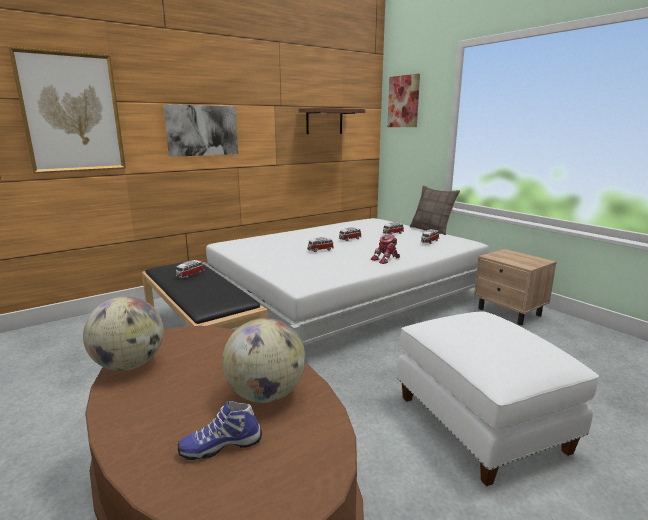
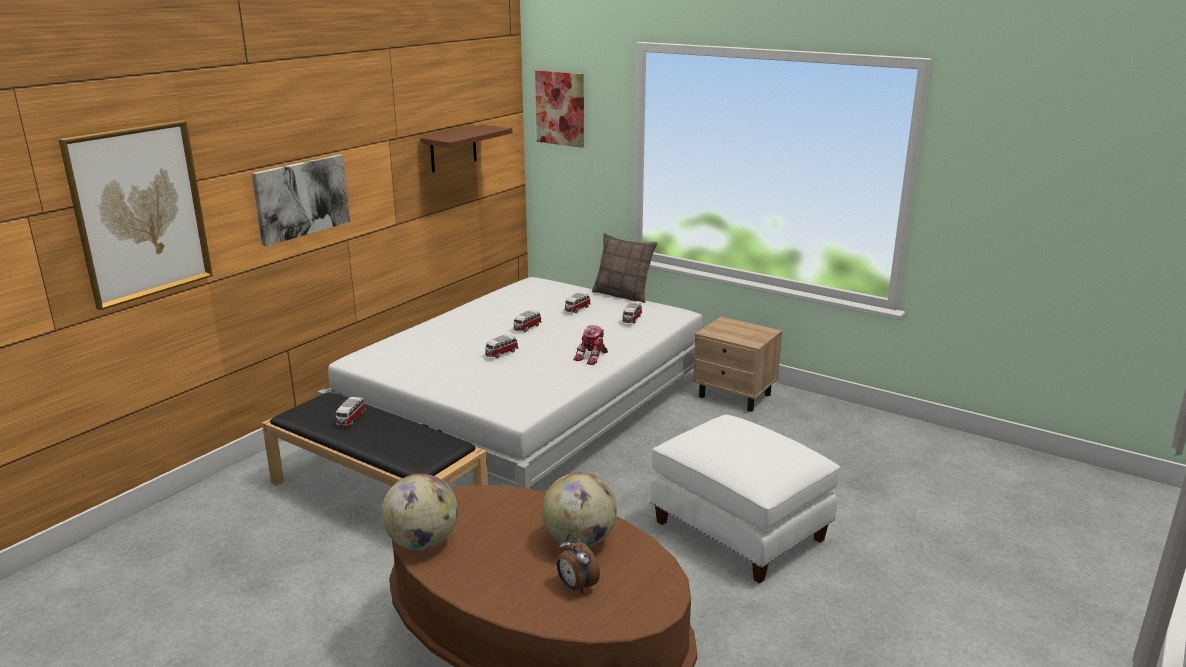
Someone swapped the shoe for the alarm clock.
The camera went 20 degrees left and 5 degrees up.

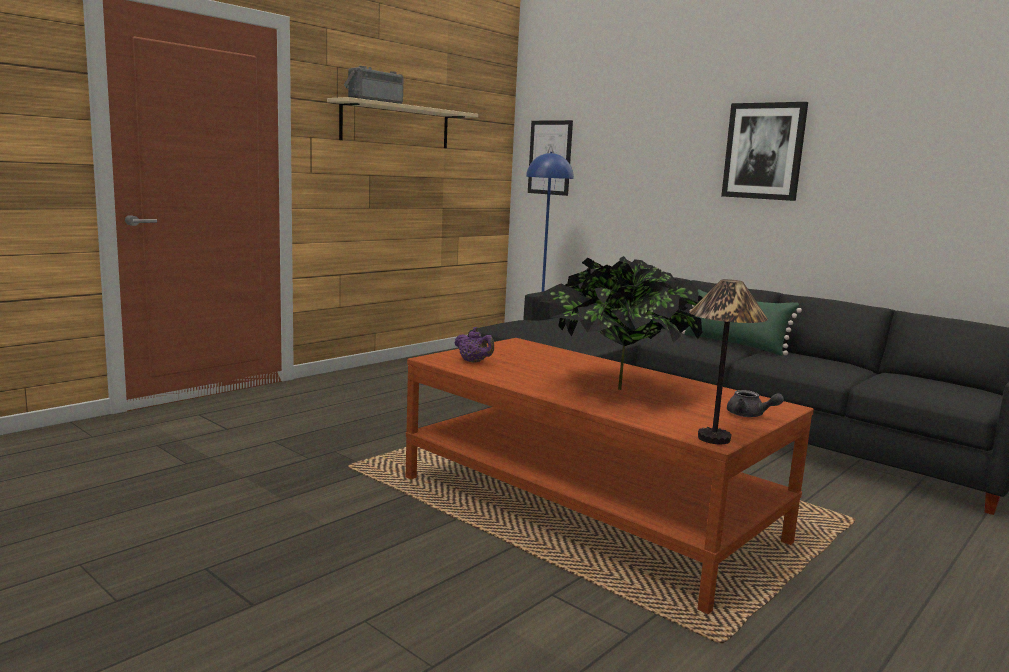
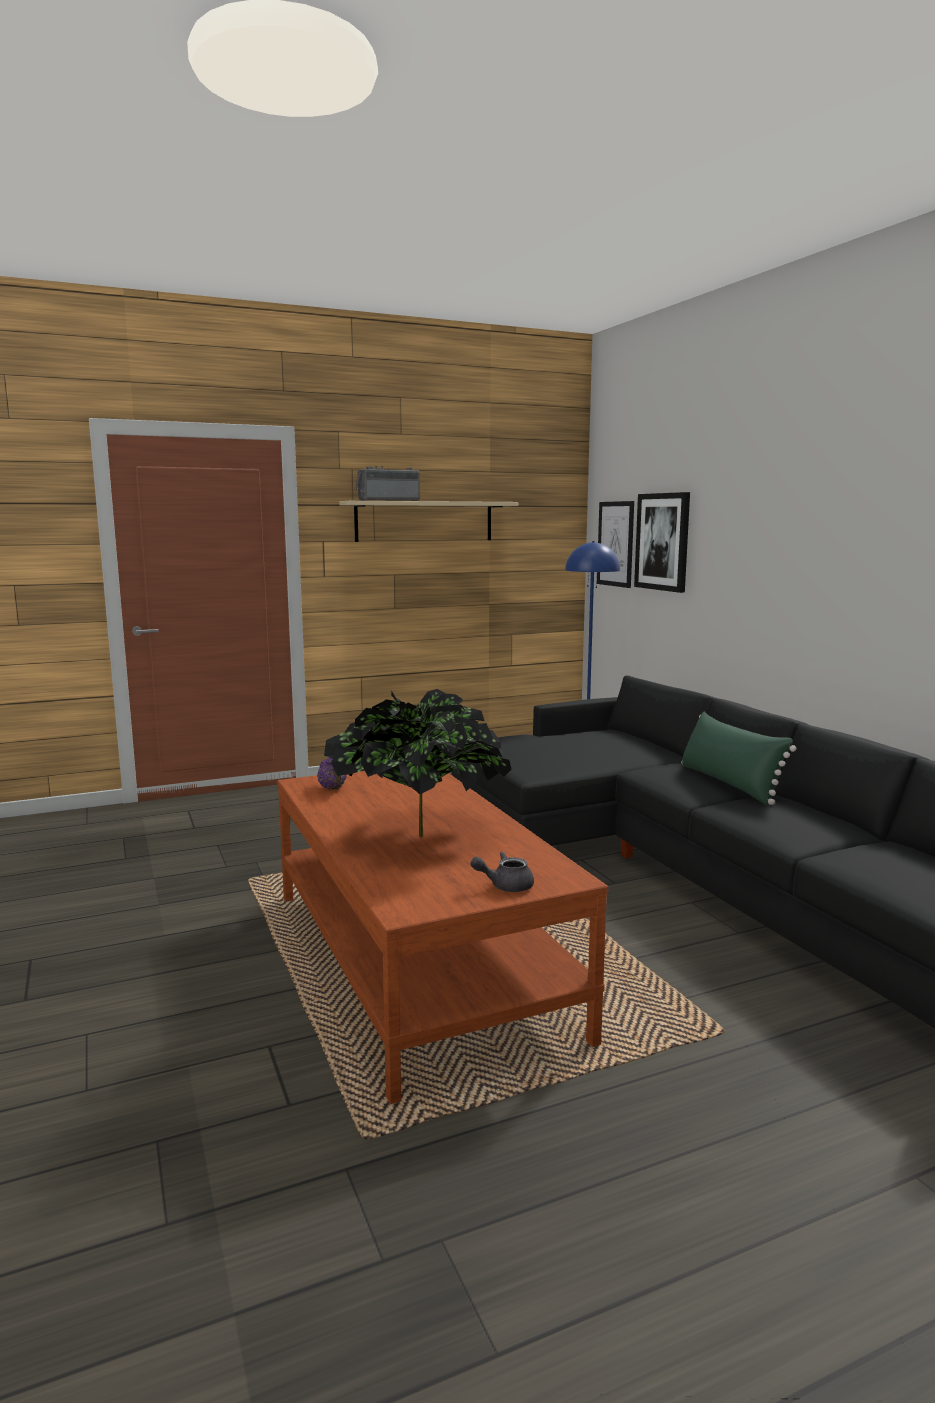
Someone took away the table lamp.
Someone carried the picture (2nd from left).
Someone rotated the grey teapot by 105 degrees clockwise.
The camera went 25 degrees right and 0 degrees up.

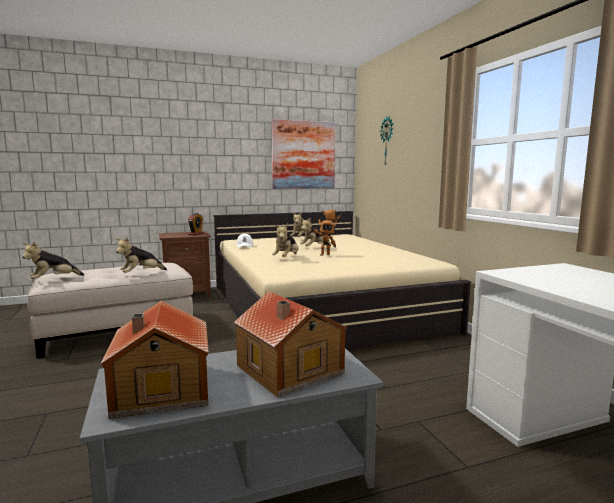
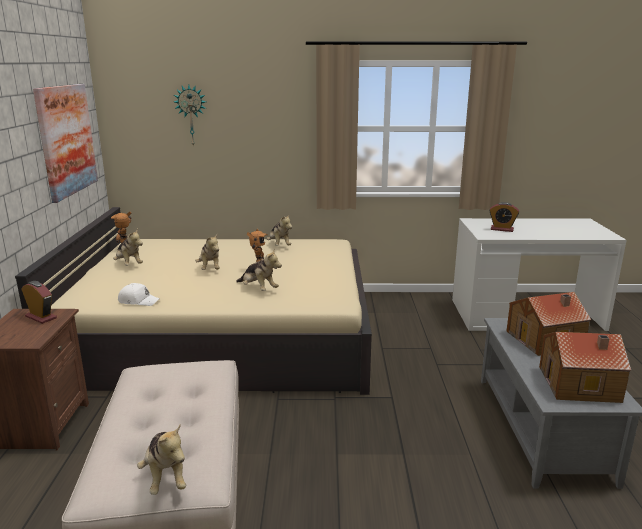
Someone put down the alarm clock (2nd from left).
Someone carried the plush toy (2nd from left in the first image).
The camera went 70 degrees left and 10 degrees up.

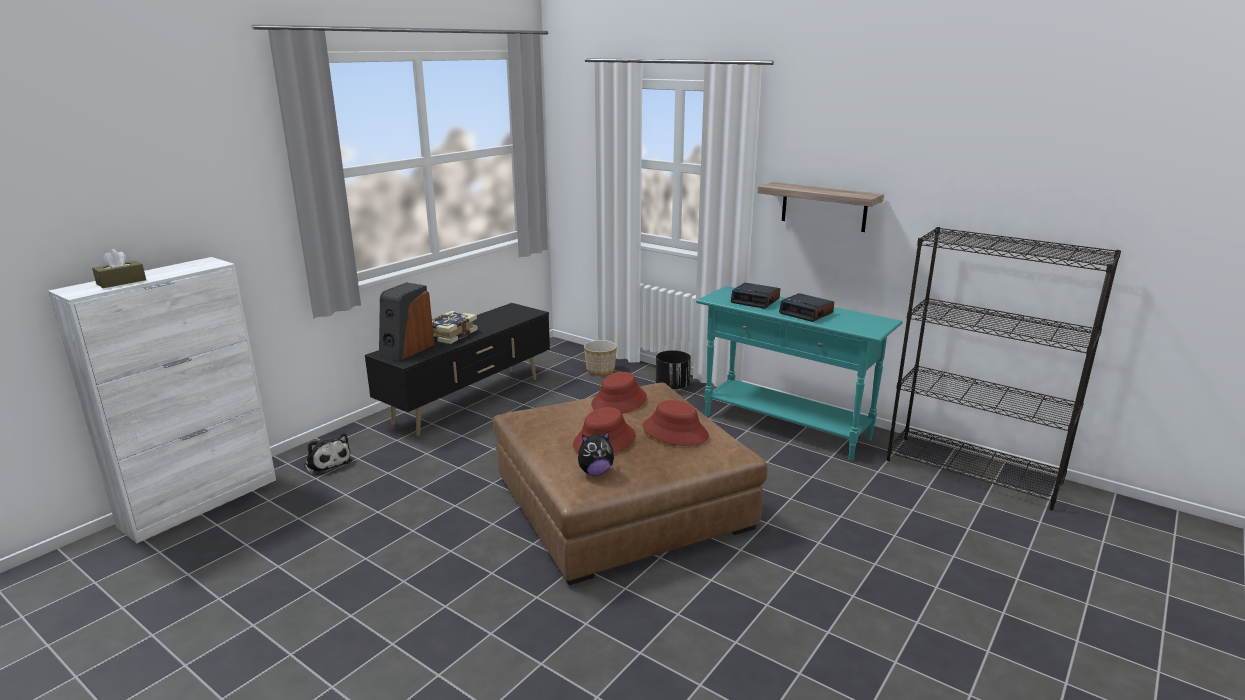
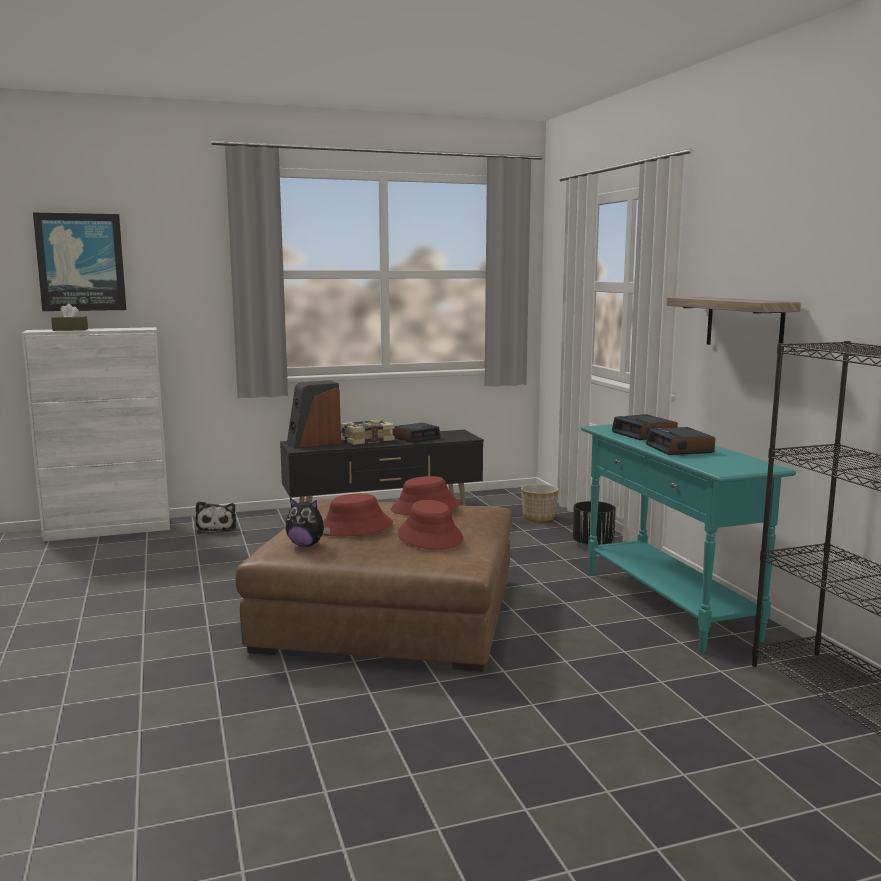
Someone put up the picture.
Someone put down the alarm clock (1st from left).
The camera went 35 degrees right and 10 degrees down.

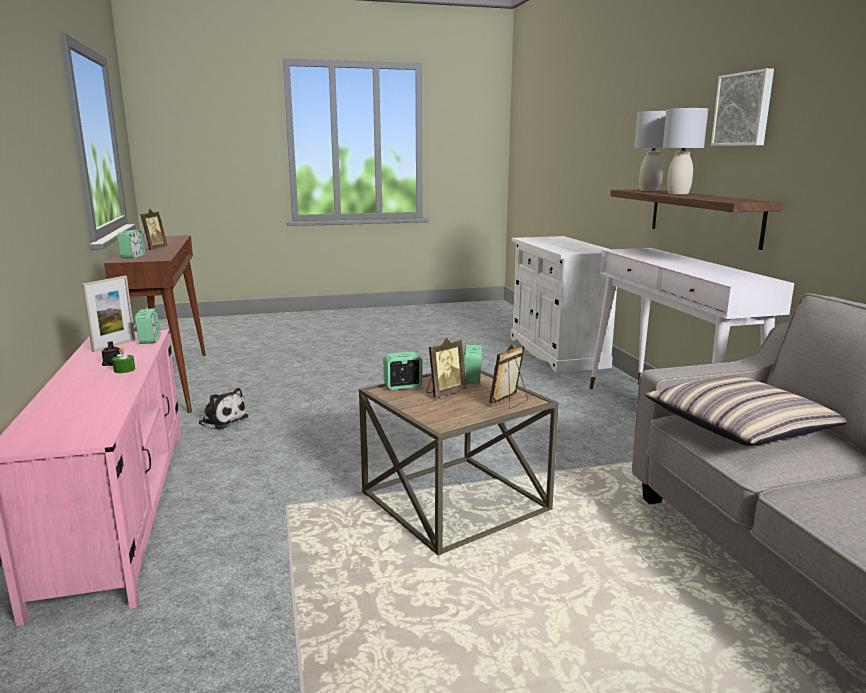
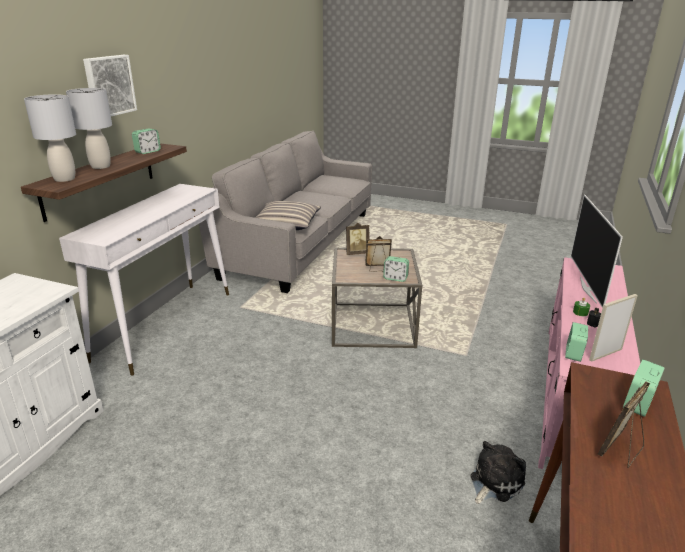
Someone put down the television.
Someone carried the alarm clock (4th from left in the first image).
Someone rotated the plush toy by 75 degrees clockwise.
The camera went 145 degrees left and 10 degrees up.

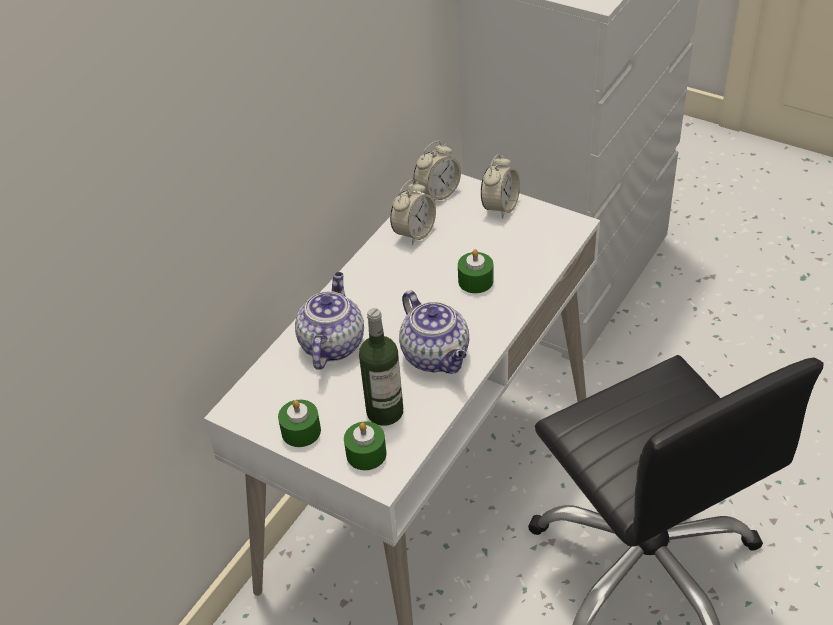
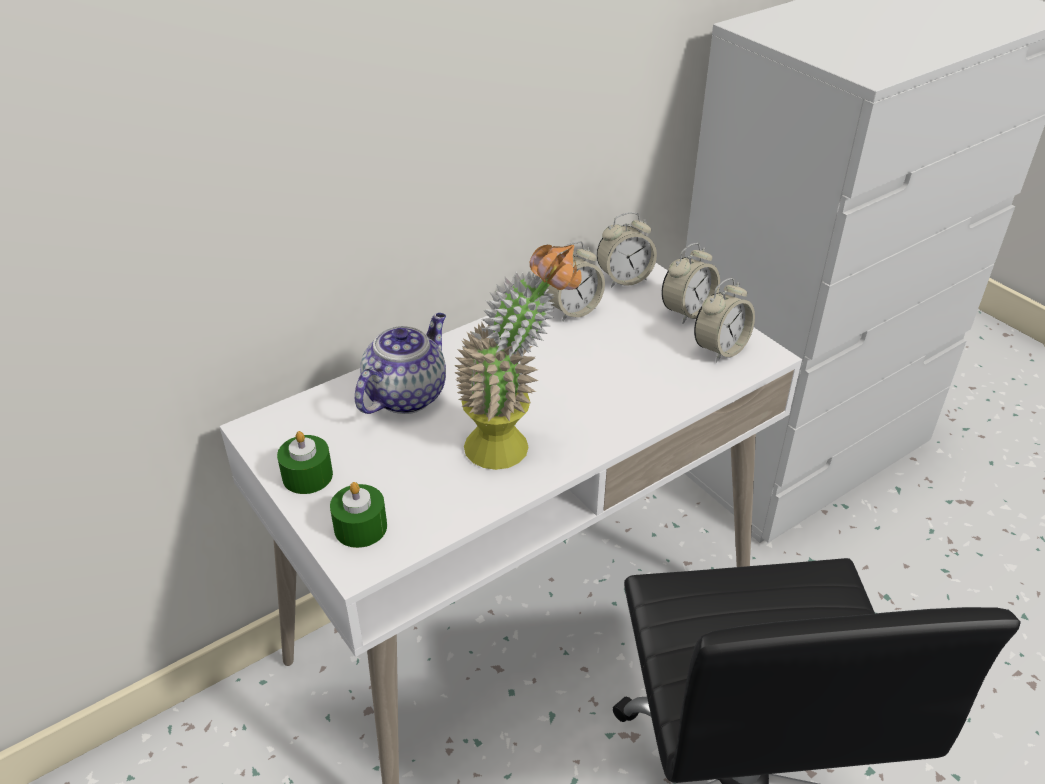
Someone took away the bottle.
Someone took away the green candle (3rd from left).
Someone put down the alarm clock (4th from left).
Someone swapped the teapot (2nd from left) for the potted plant.
The camera went 20 degrees right and 5 degrees down.

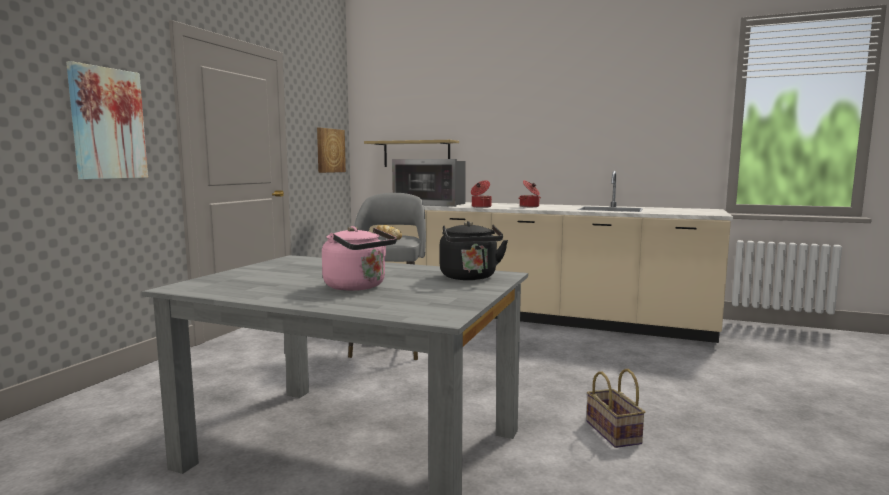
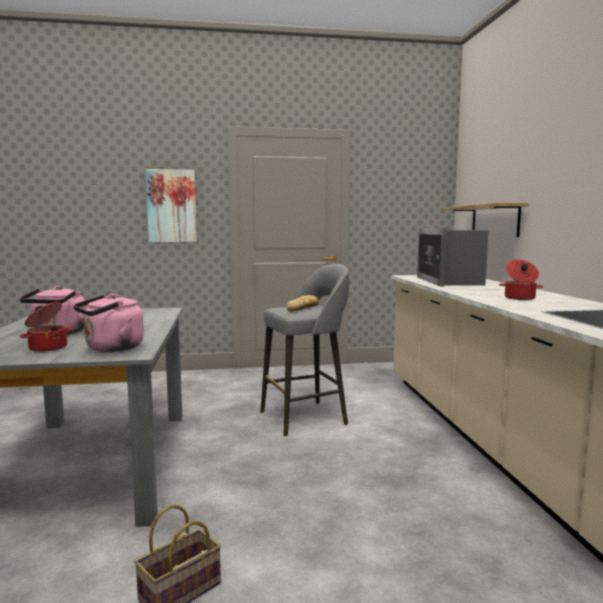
Someone took away the picture (2nd from left).
Someone carried the cooking pot (1st from left).
Someone repainted the black kettle, which became the pink kettle (2nd from left).
The camera went 60 degrees right and 0 degrees up.

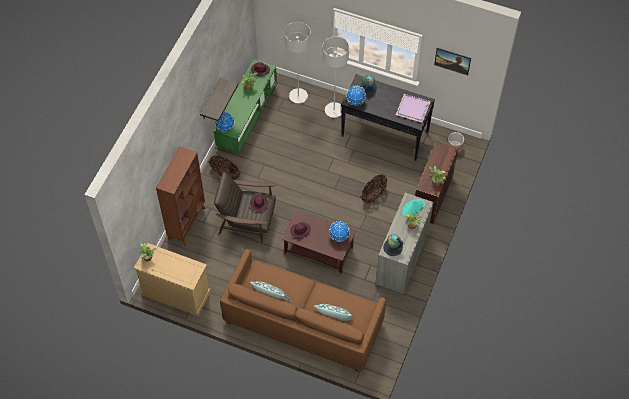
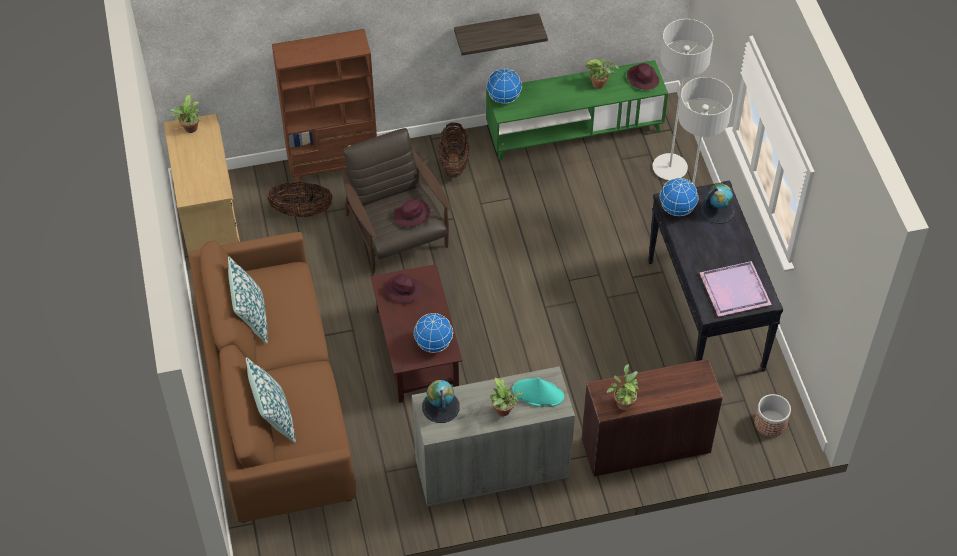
Someone took away the picture.
Someone carried the basket (2nd from left in the first image).
The camera went 55 degrees right and 5 degrees down.

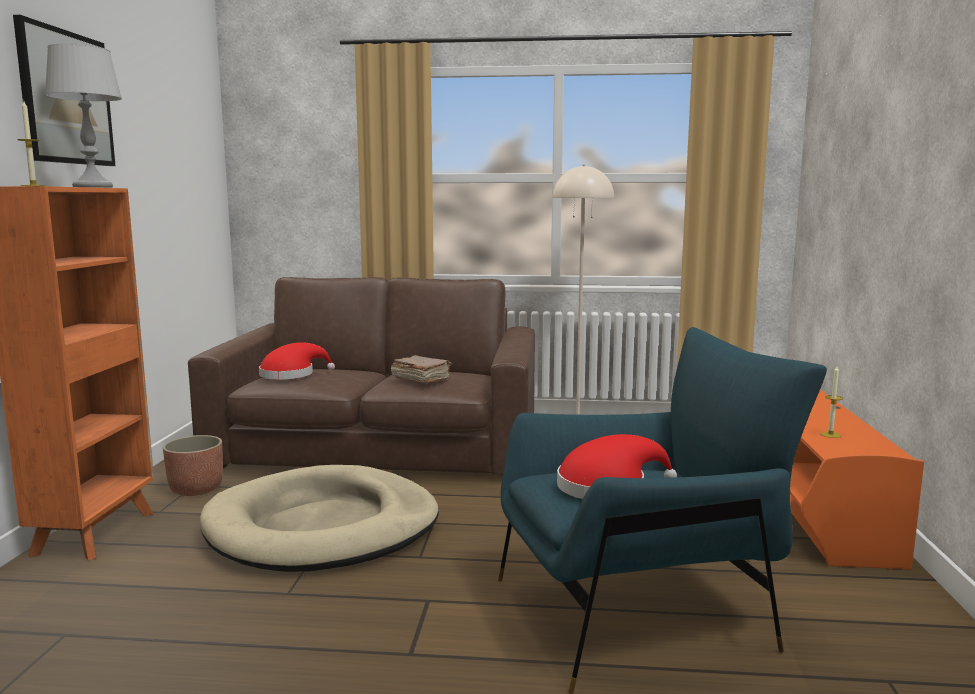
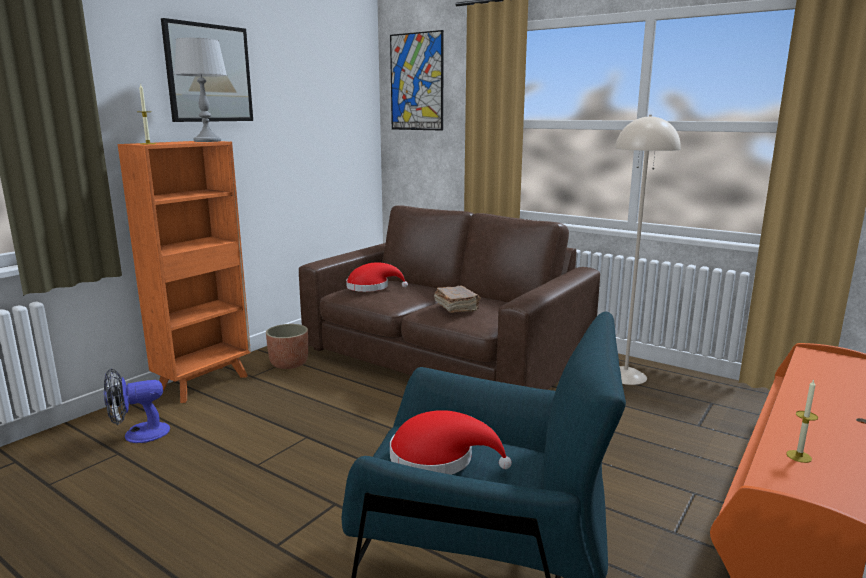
Someone took away the beige dog bed.
Someone put down the fan.
Someone put up the picture (2nd from left).
The camera went 30 degrees right and 5 degrees up.

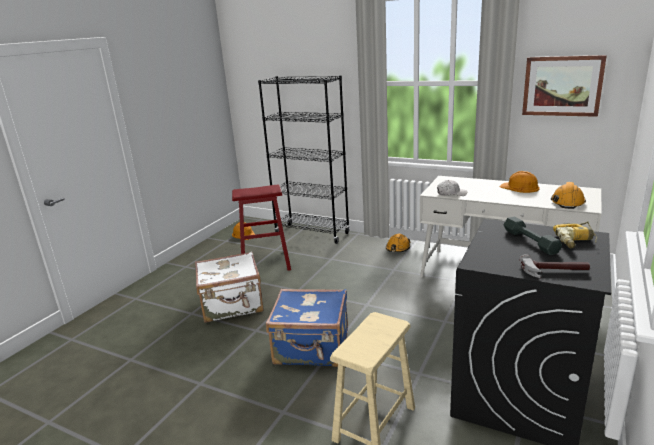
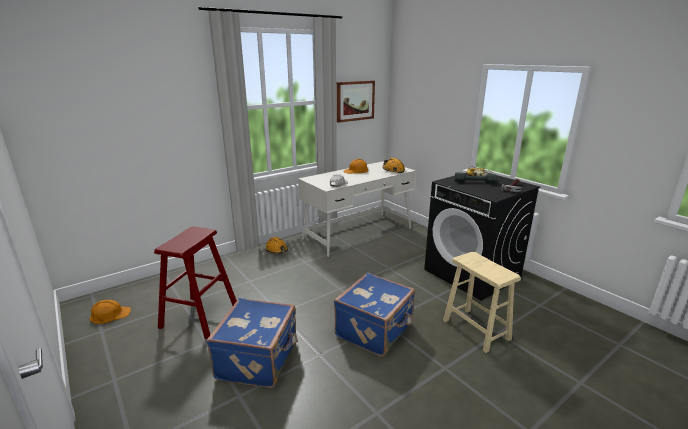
Someone took away the black bookcase.
Someone repainted the white suitcase, which became the blue suitcase (1st from left).
The camera went 65 degrees left and 0 degrees up.

